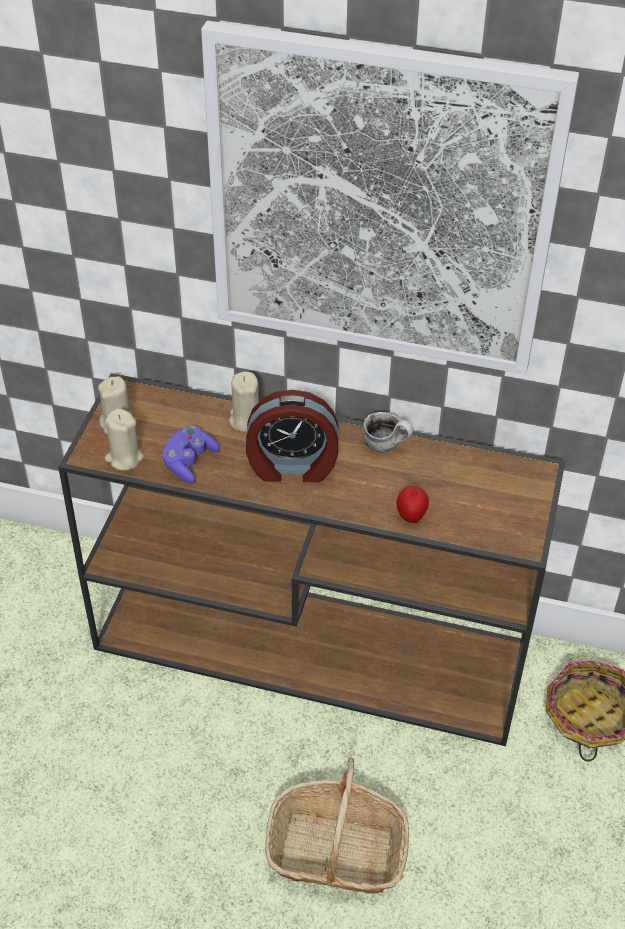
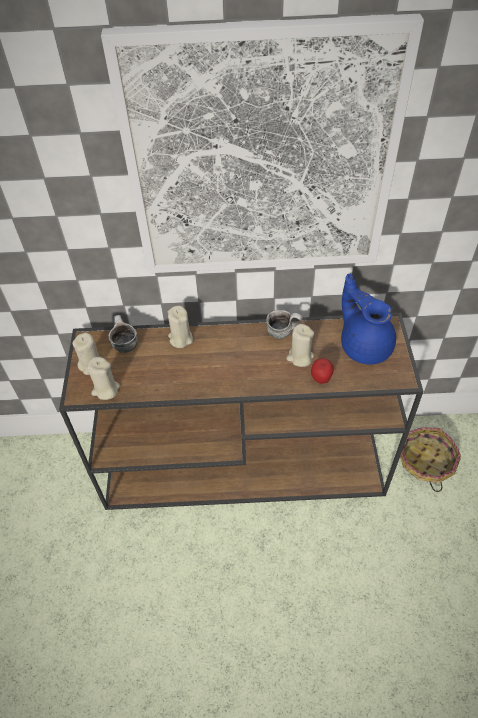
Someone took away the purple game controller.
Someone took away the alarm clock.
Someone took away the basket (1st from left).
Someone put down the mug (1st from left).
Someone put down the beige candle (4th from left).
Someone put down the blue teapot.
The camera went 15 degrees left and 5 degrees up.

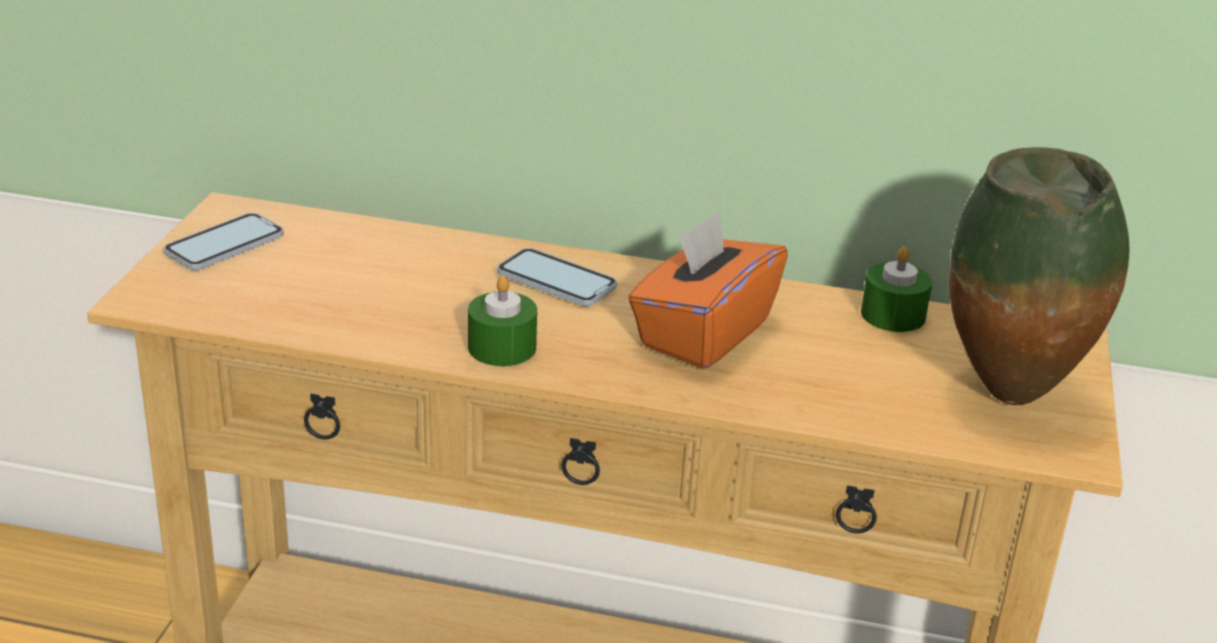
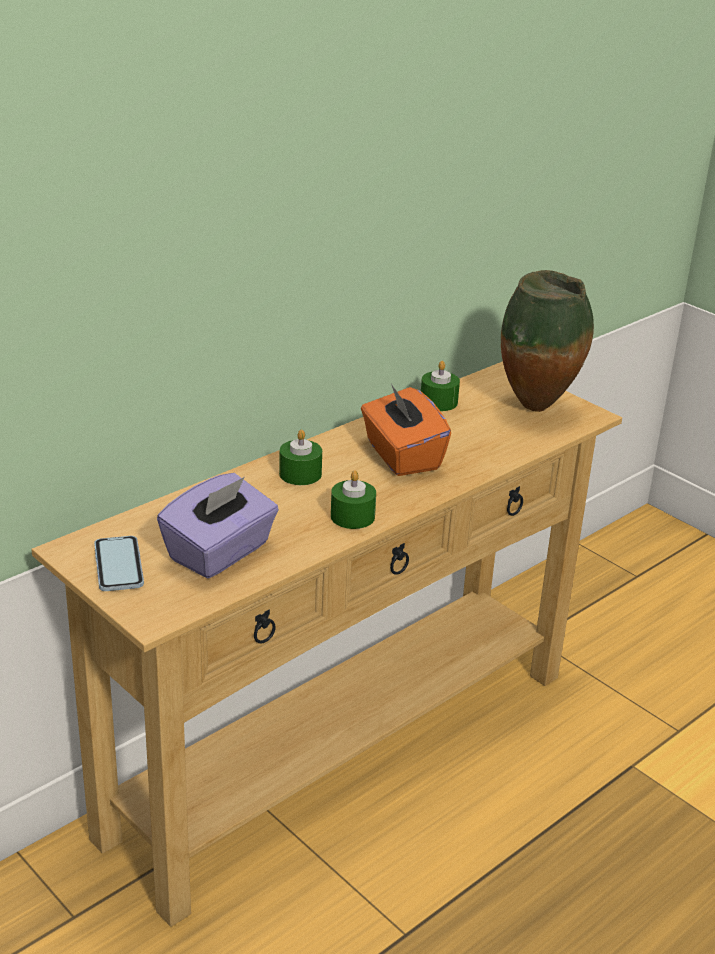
Someone put down the purple tissue box.
Someone swapped the phone (2nd from left) for the green candle (1st from left).
The camera went 55 degrees left and 0 degrees up.

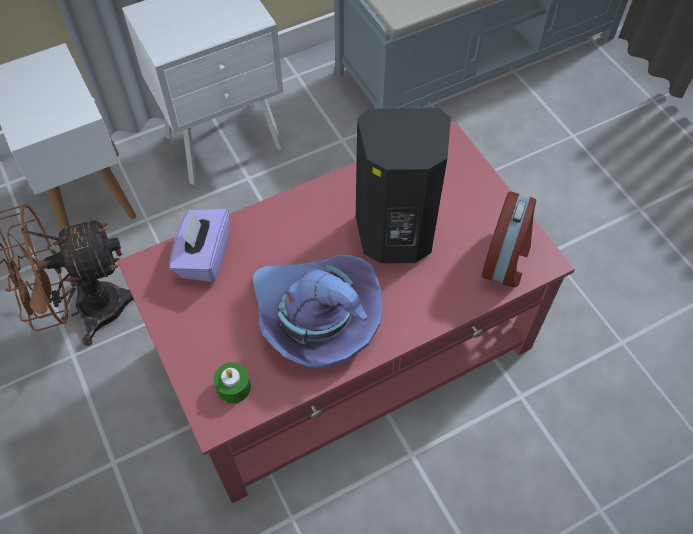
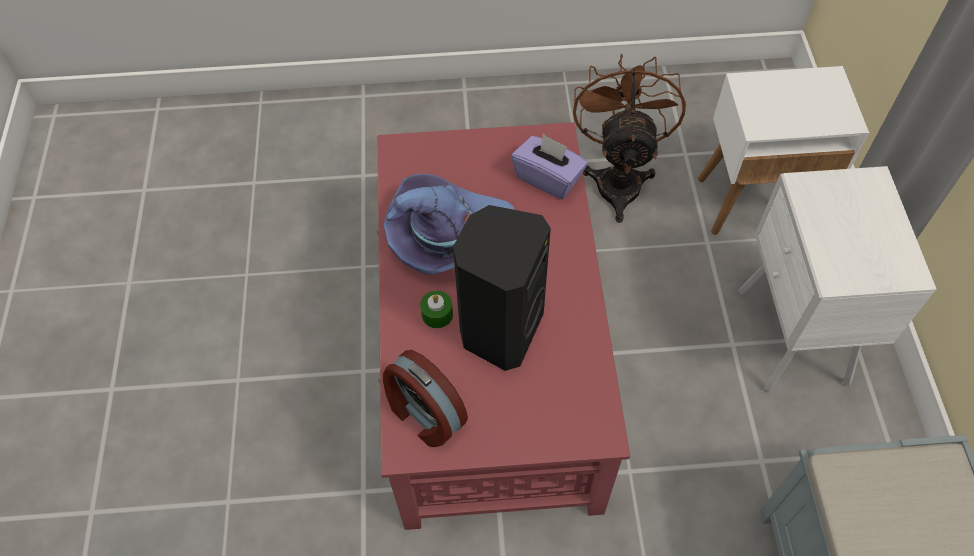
Someone carried the green candle.
The camera went 115 degrees right and 0 degrees up.

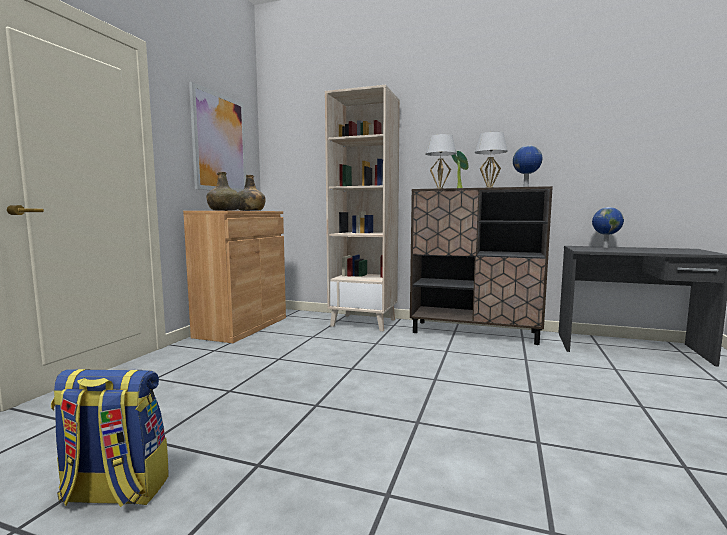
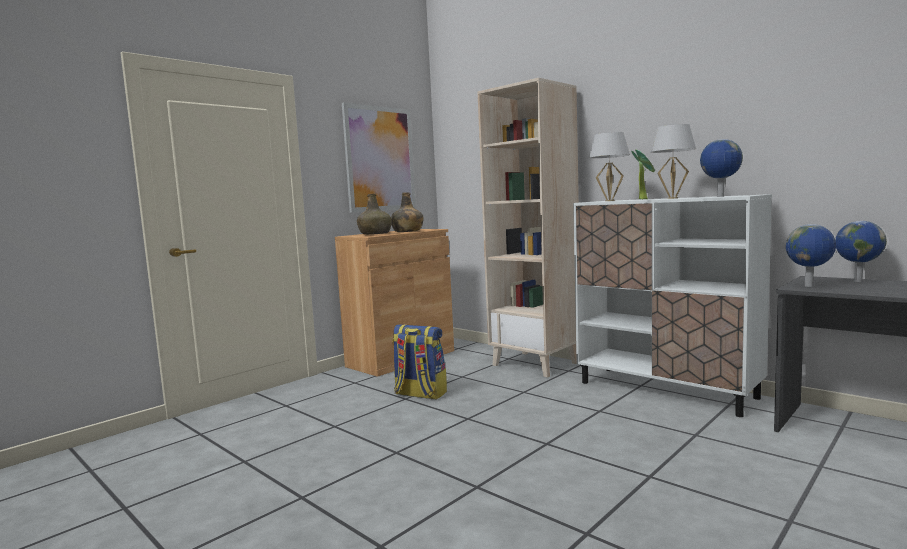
Someone put down the globe (2nd from left).
Someone carried the backpack.
Someone repainted the brown cabinet (2nd from left), which became the white cabinet.
The camera went 25 degrees right and 0 degrees up.

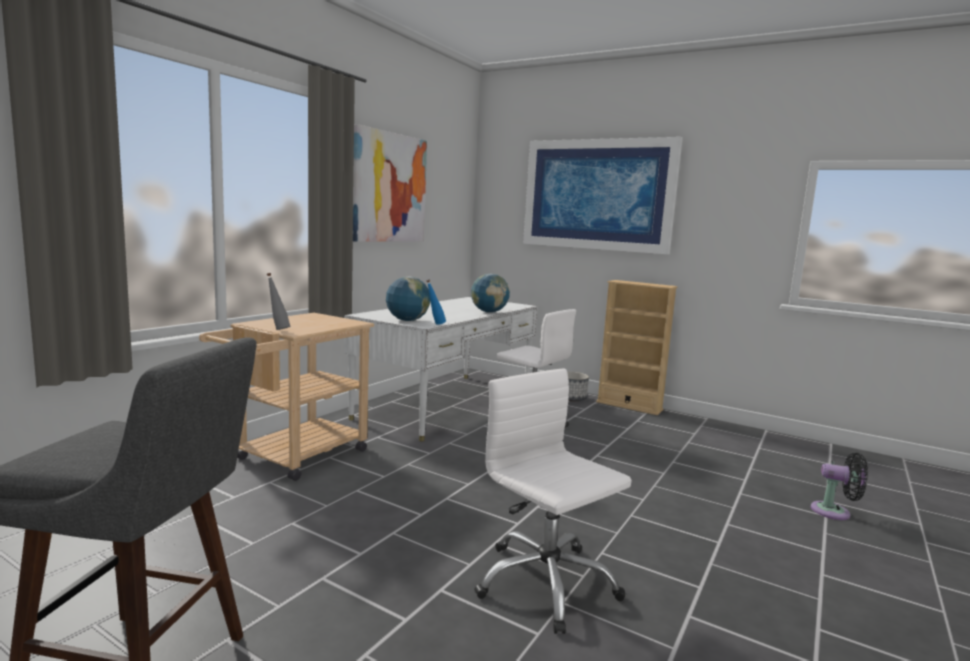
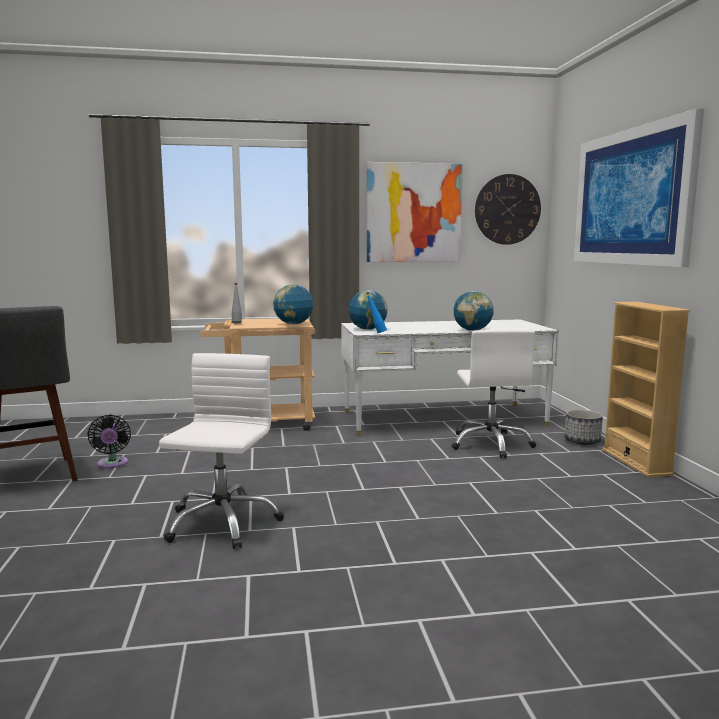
Someone put down the globe (1st from left).
Someone put up the wall clock.
Someone carried the black fan.
The camera went 50 degrees right and 0 degrees up.

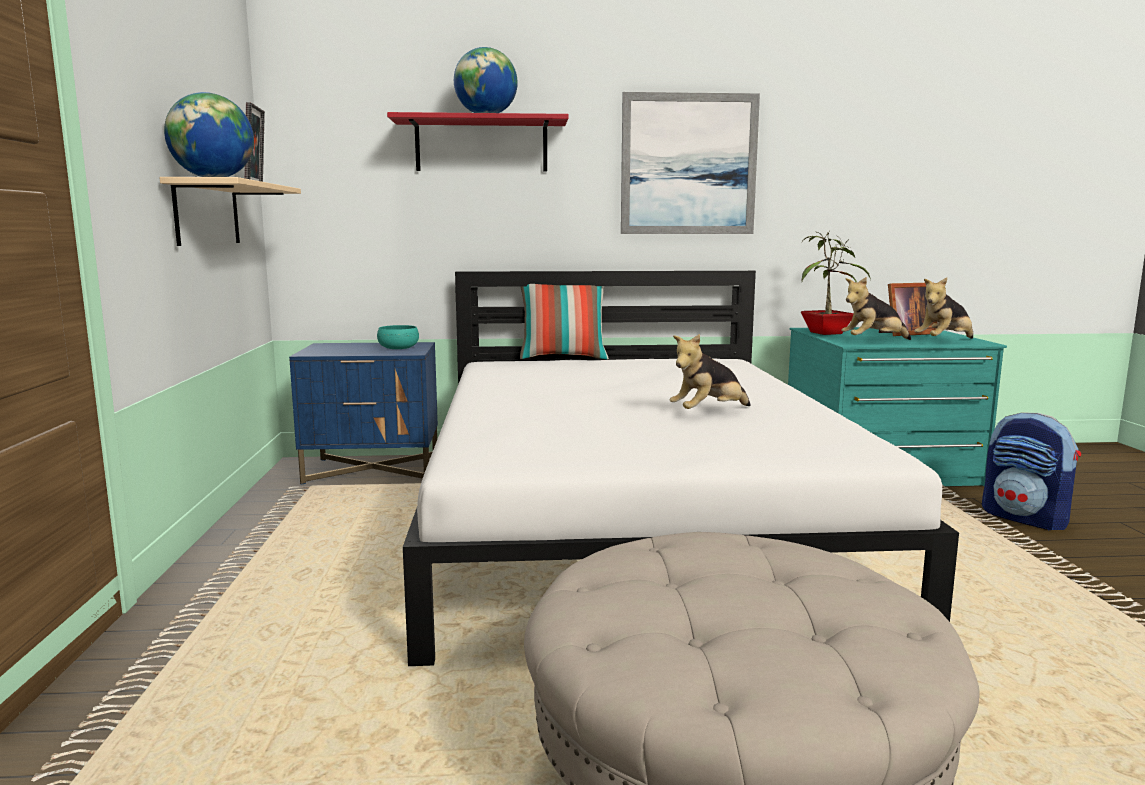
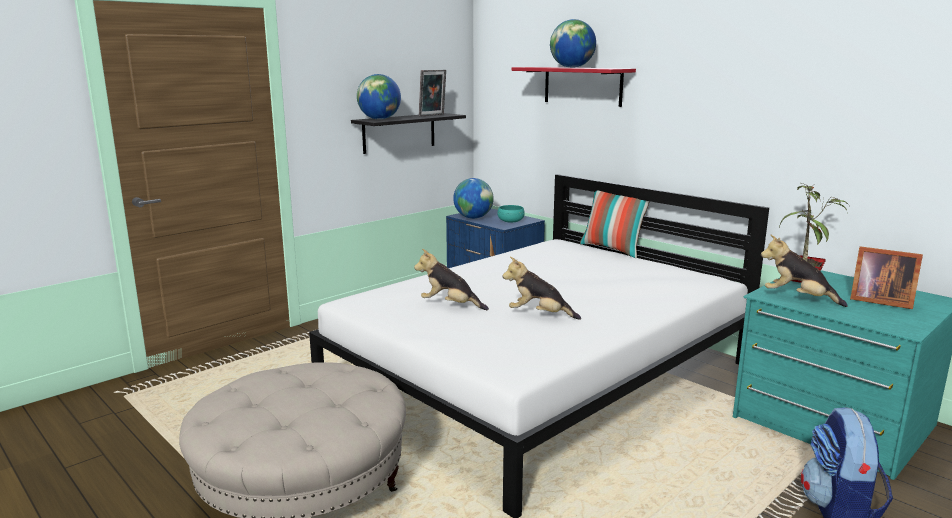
Someone took away the picture.
Someone put down the globe (2nd from left).
Someone carried the plush toy (3rd from left in the first image).
Someone repainted the beige shelf, which became the black shelf.
The camera went 50 degrees right and 5 degrees up.

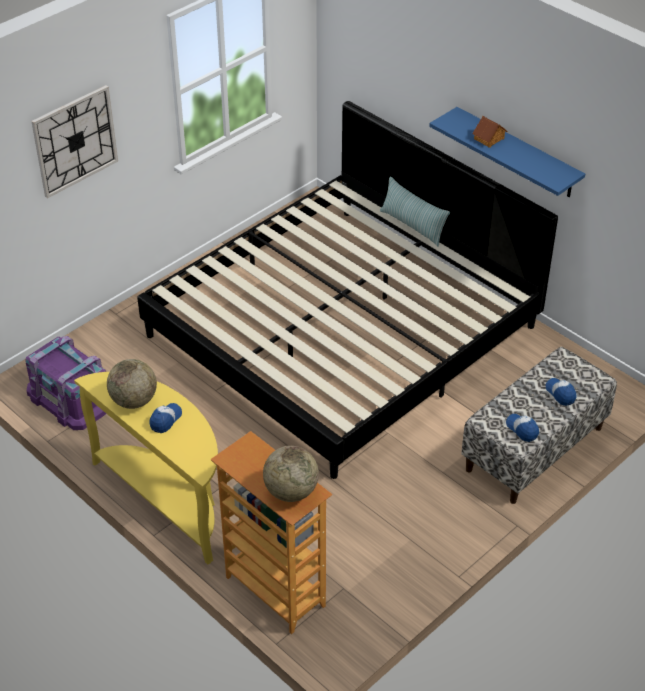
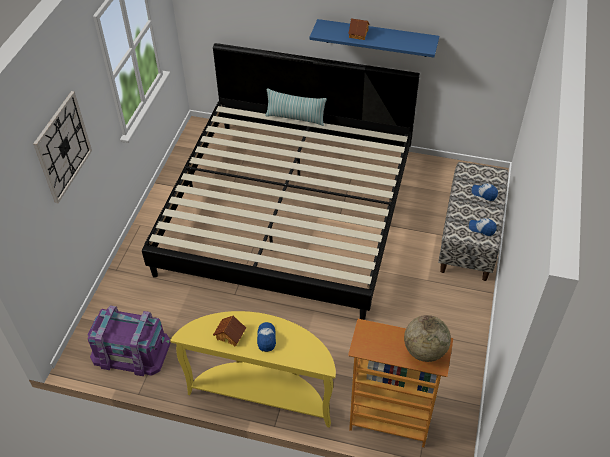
Someone swapped the globe (1st from left) for the toy house (1st from left).
The camera went 30 degrees left and 5 degrees up.

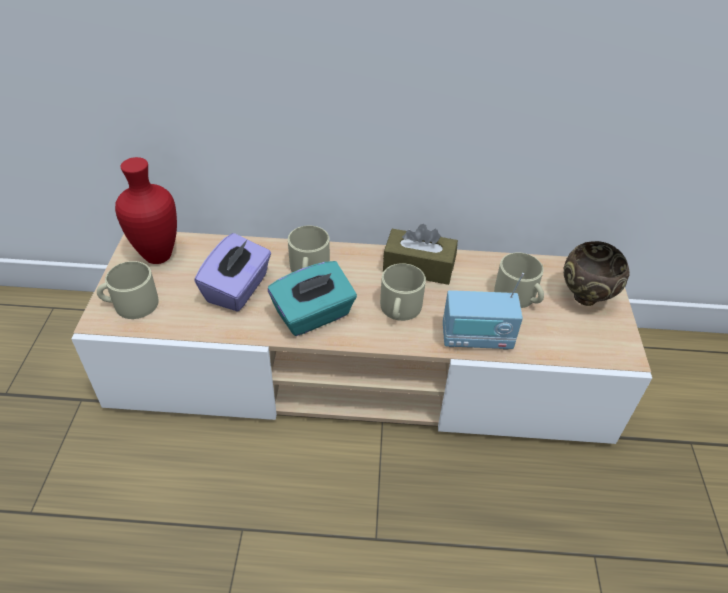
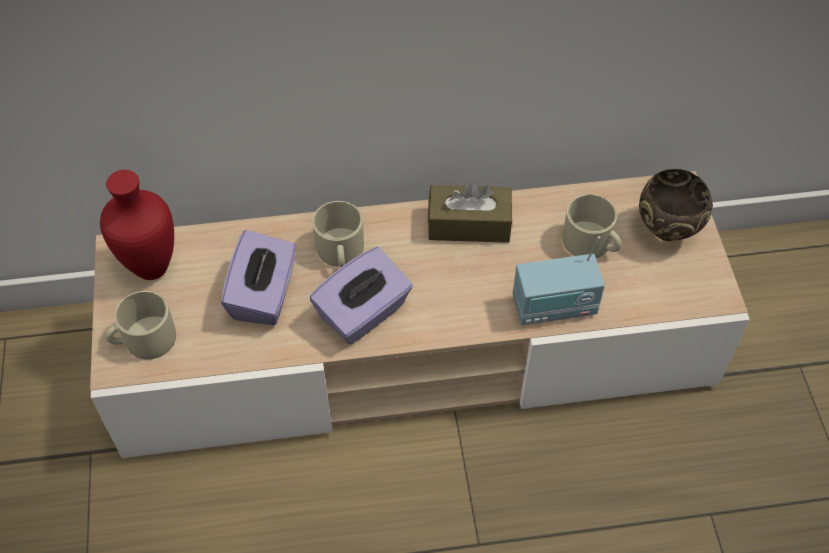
Someone took away the beige mug (3rd from left).
Someone repainted the turquoise tissue box, which became the purple tissue box (2nd from left).
The camera went 10 degrees left and 10 degrees up.

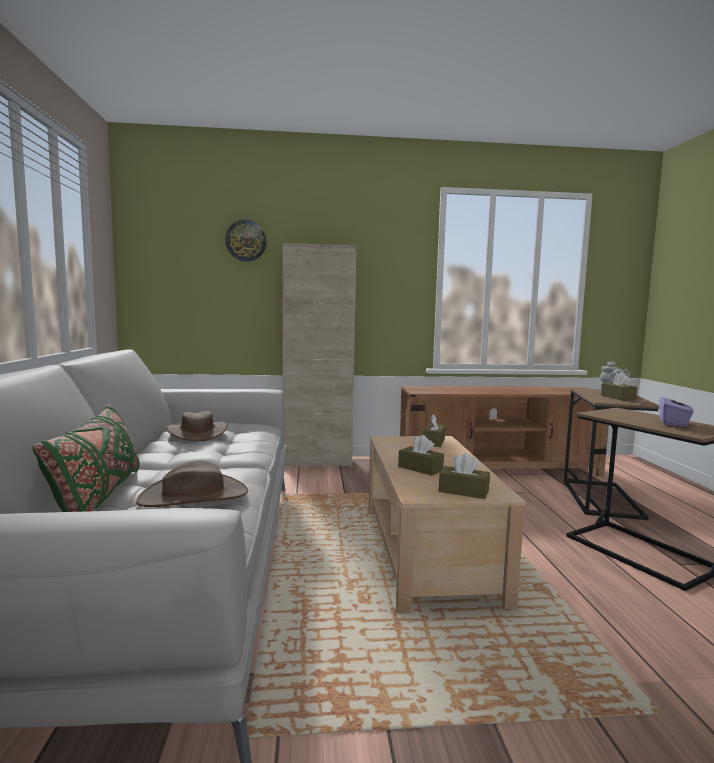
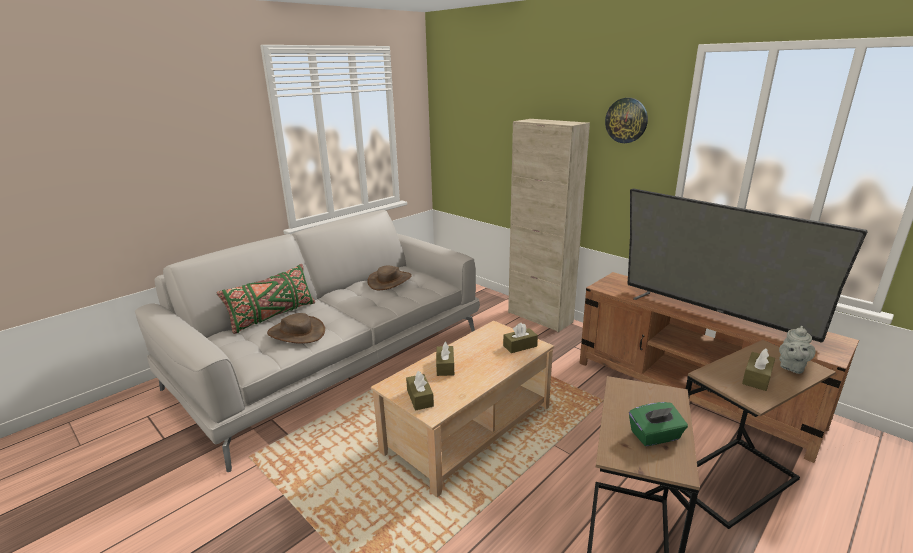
Someone put down the television.
Someone carried the wall clock.
Someone repainted the purple tissue box, which became the green tissue box.
The camera went 50 degrees right and 15 degrees up.

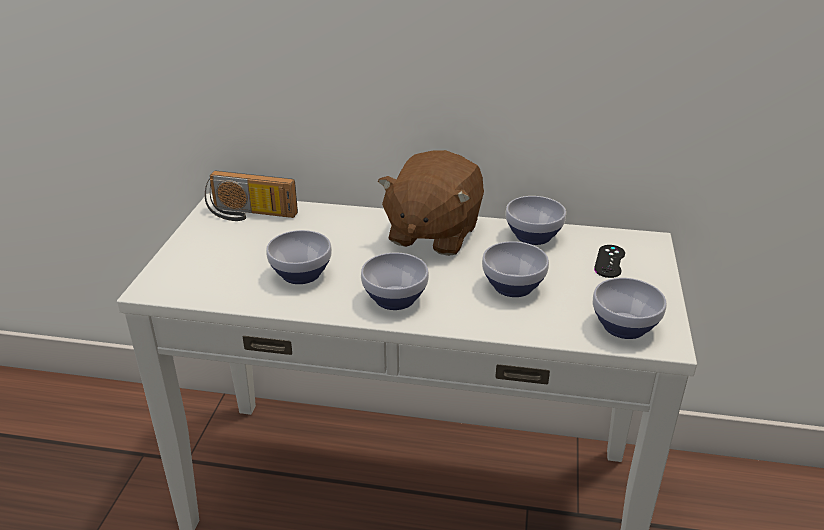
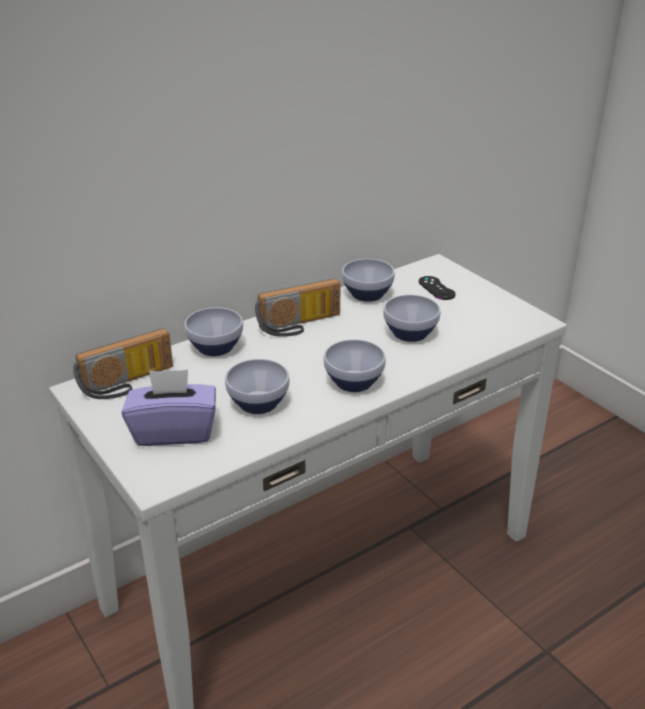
Someone put down the purple tissue box.
Someone carried the bowl (5th from left in the first image).
Someone swapped the brown plush toy for the radio (2nd from left).
The camera went 45 degrees left and 0 degrees up.

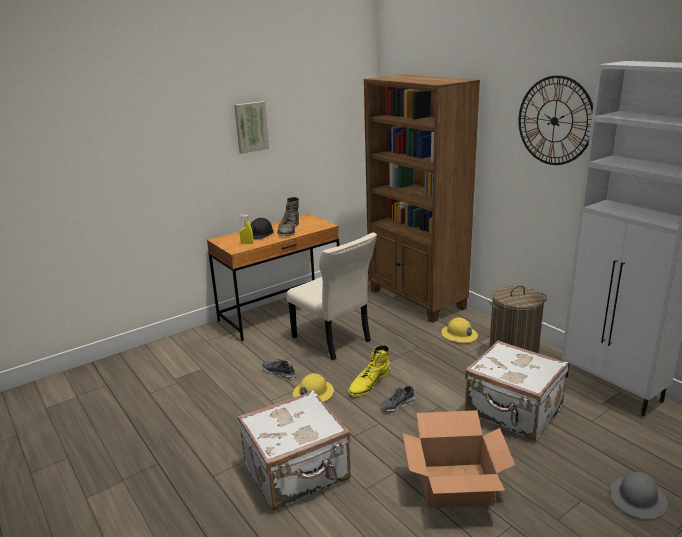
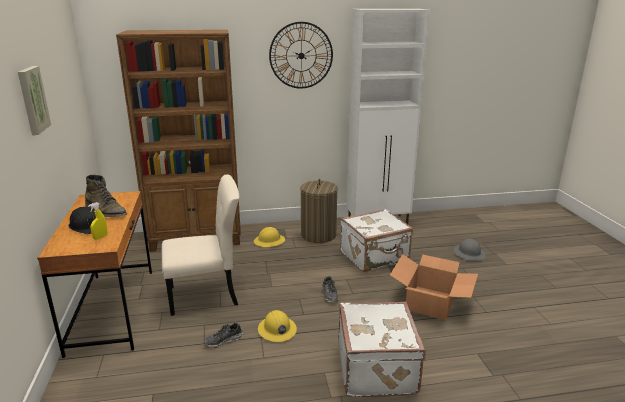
Someone took away the yellow boot.
The camera went 65 degrees left and 0 degrees up.

